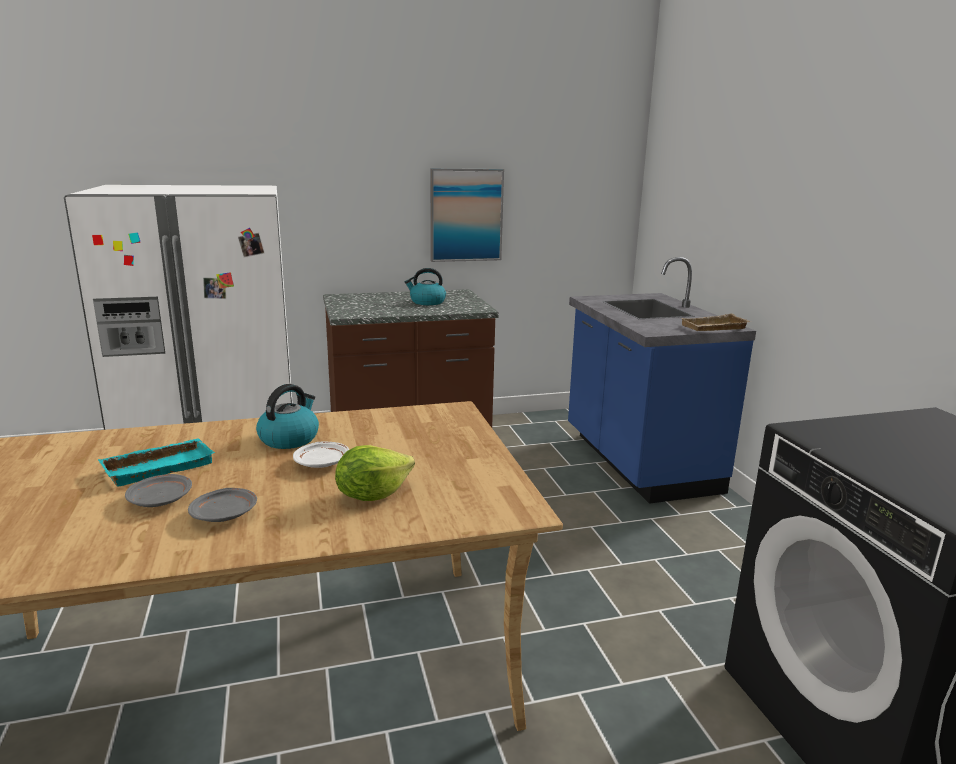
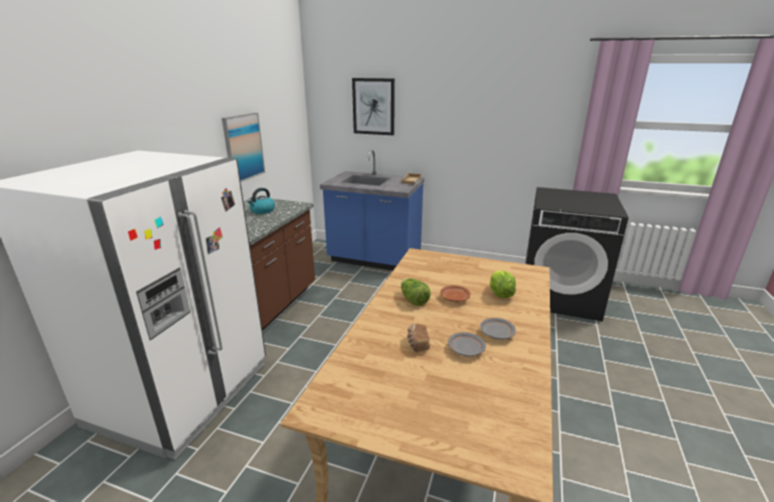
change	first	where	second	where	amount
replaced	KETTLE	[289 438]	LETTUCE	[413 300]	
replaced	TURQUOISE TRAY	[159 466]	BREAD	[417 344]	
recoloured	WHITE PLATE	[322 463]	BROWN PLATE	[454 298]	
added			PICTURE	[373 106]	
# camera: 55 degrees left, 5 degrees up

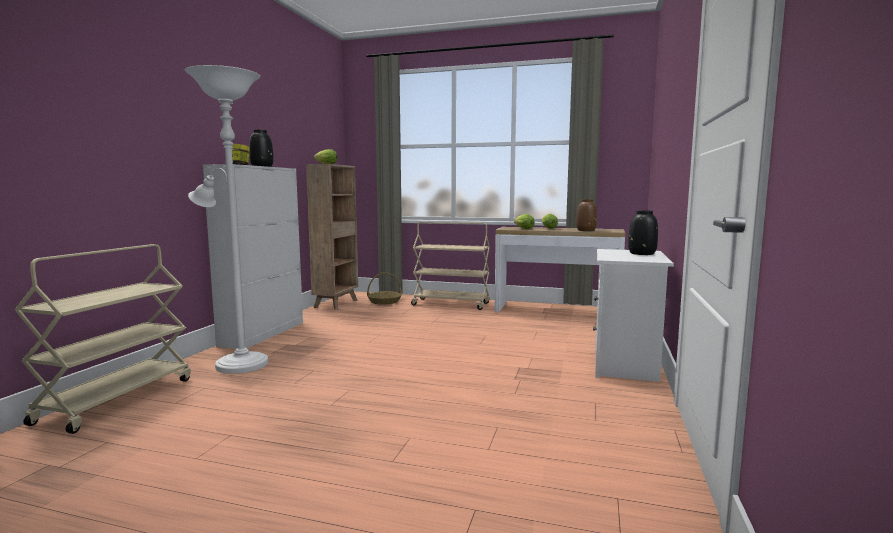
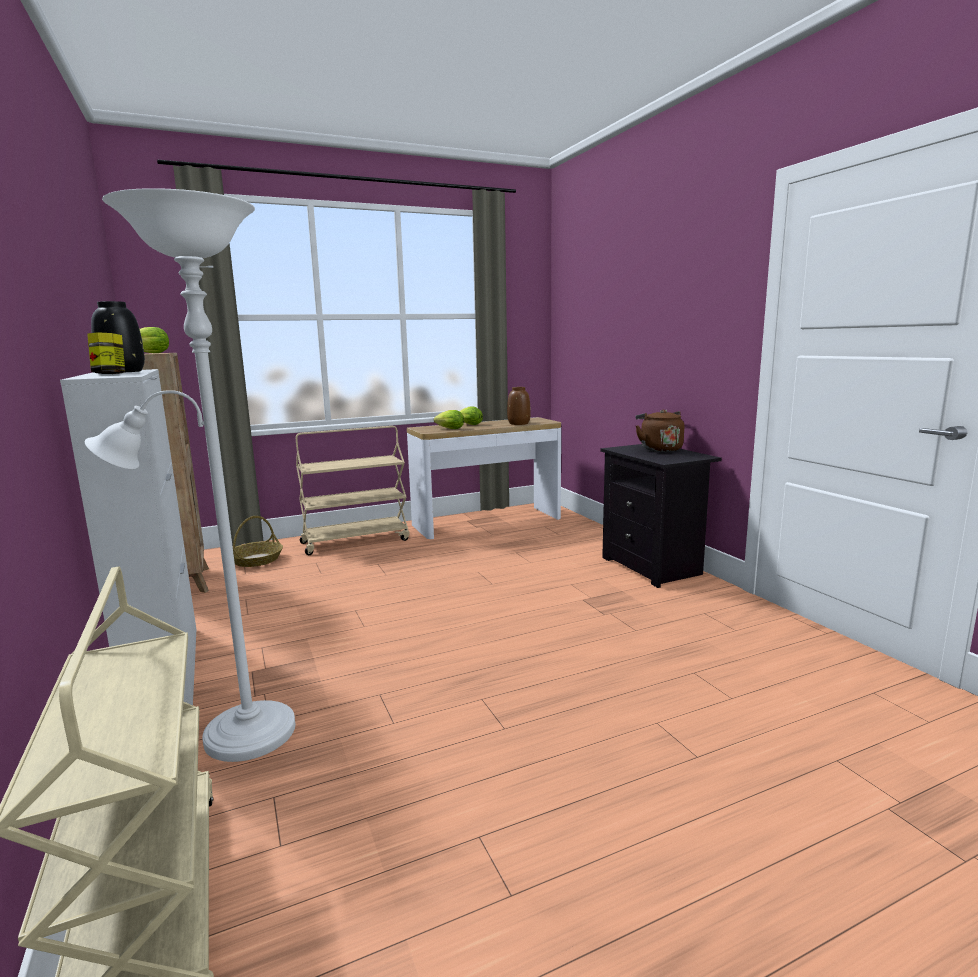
change	first	where	second	where	amount
replaced	BLACK VASE	[642 253]	BROWN KETTLE	[659 449]	
recoloured	WHITE NIGHTSTAND	[625 366]	BLACK NIGHTSTAND	[653 567]	
# camera: 40 degrees left, 5 degrees up

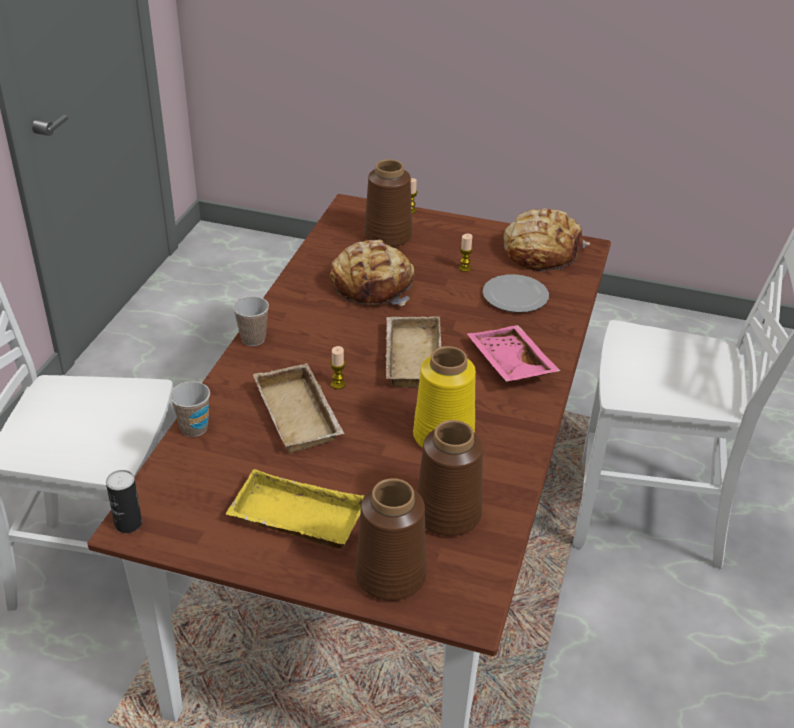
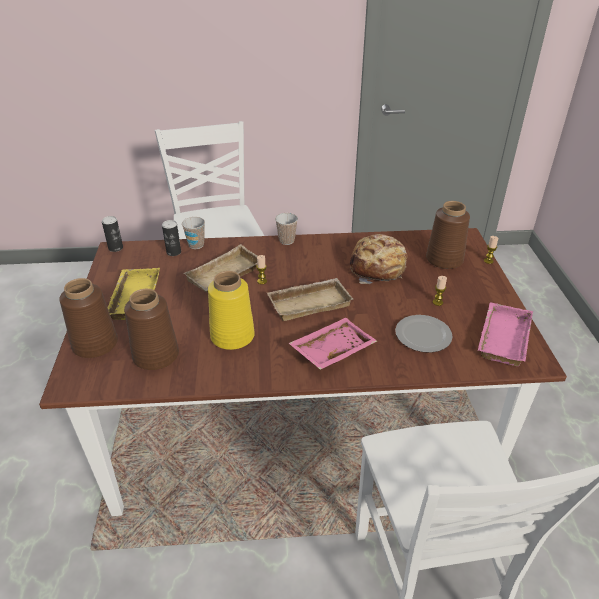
change	first	where	second	where	amount
replaced	BREAD	[541 252]	PINK TRAY	[501 337]	
added			CAN	[174 252]	
# camera: 70 degrees right, 0 degrees up

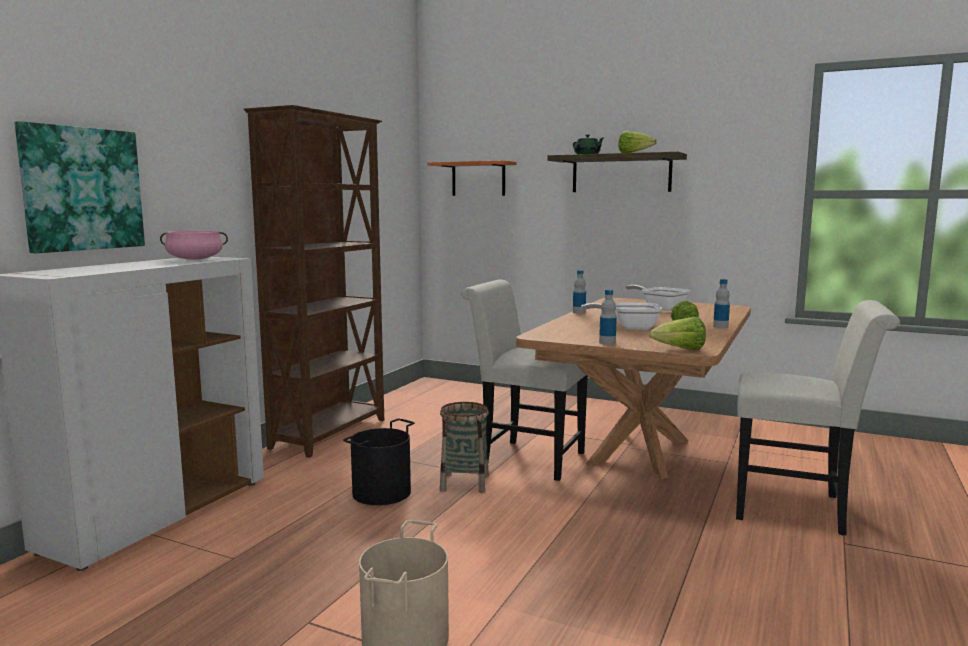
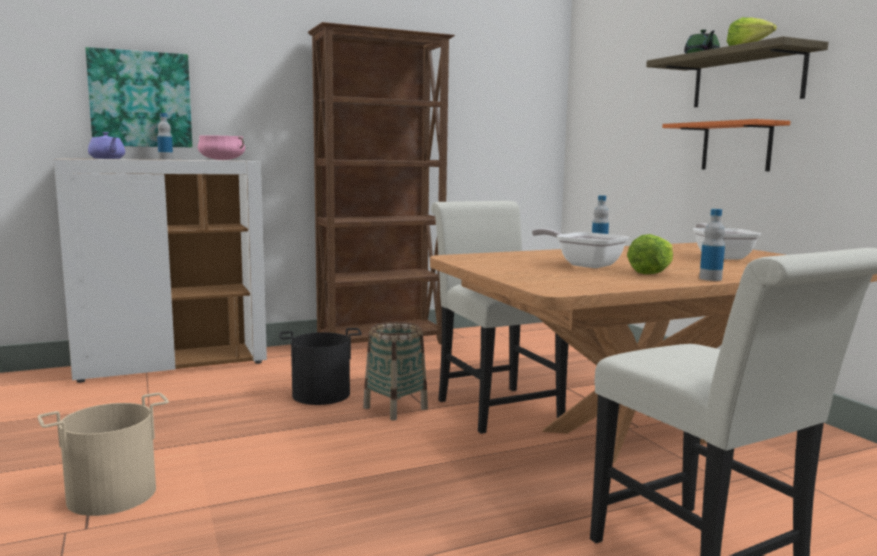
change	first	where	second	where	amount
moved	ORANGE SHELF	[478 179]		[736 146]	
moved	BOTTLE	[607 343]		[165 159]	
removed	LETTUCE	[680 350]			
added			PURPLE TEAPOT	[107 158]	
# camera: 40 degrees right, 0 degrees up

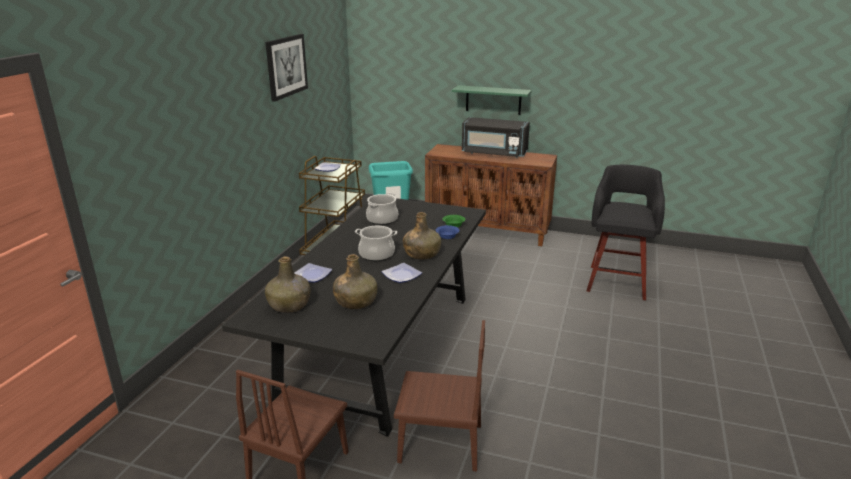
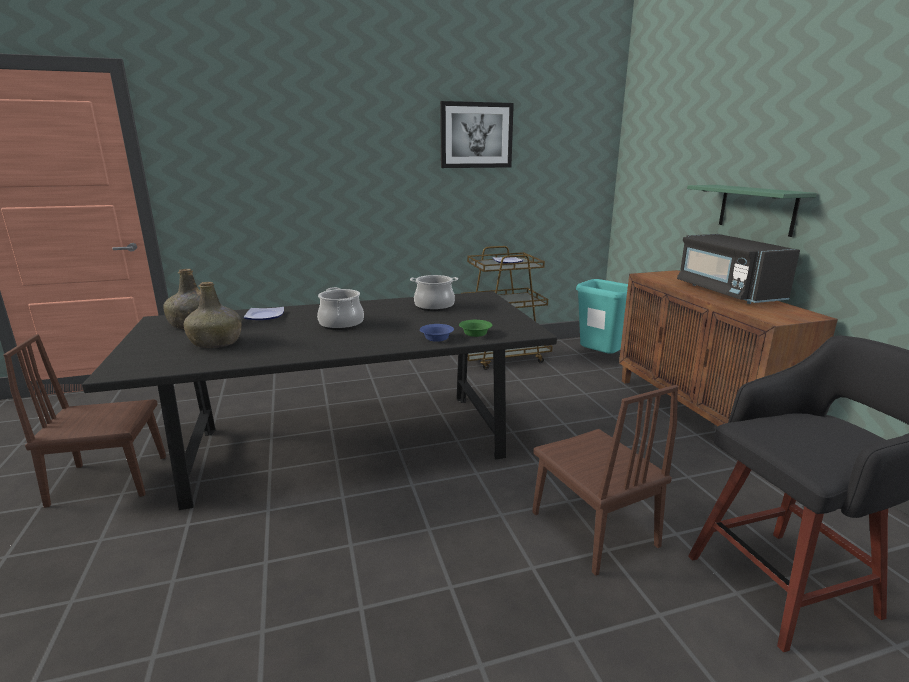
change	first	where	second	where	amount
removed	GREEN BOTTLE	[422 254]			
removed	PLATE	[401 275]			
moved	BROWN CHAIR	[440 443]		[593 529]	
# camera: 55 degrees right, 5 degrees down

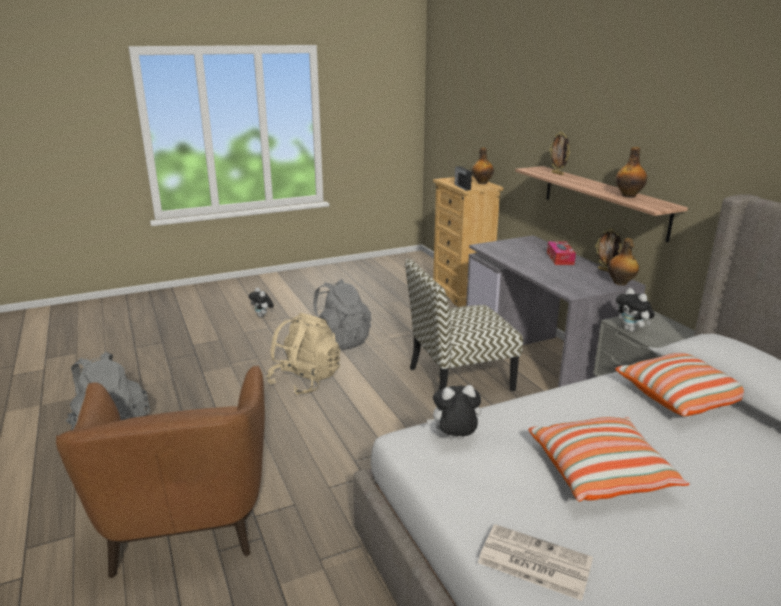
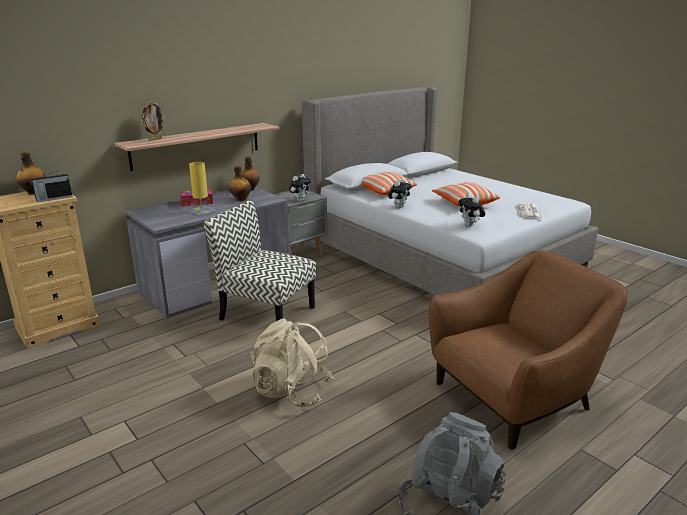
change	first	where	second	where	amount
moved	BOTTLE	[629 196]		[241 199]	
removed	PICTURE FRAME	[606 270]			
turned	CHAIR	[459 379]		[265 313]	150 degrees clockwise
removed	GREY BACKPACK	[340 340]			
moved	PLUSH TOY	[262 316]		[399 207]	
added			YELLOW TABLE LAMP	[201 211]	
# camera: 105 degrees left, 0 degrees up

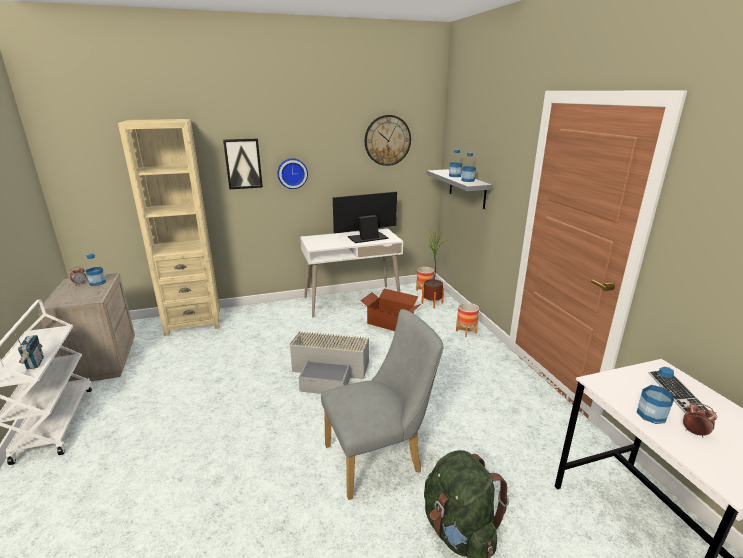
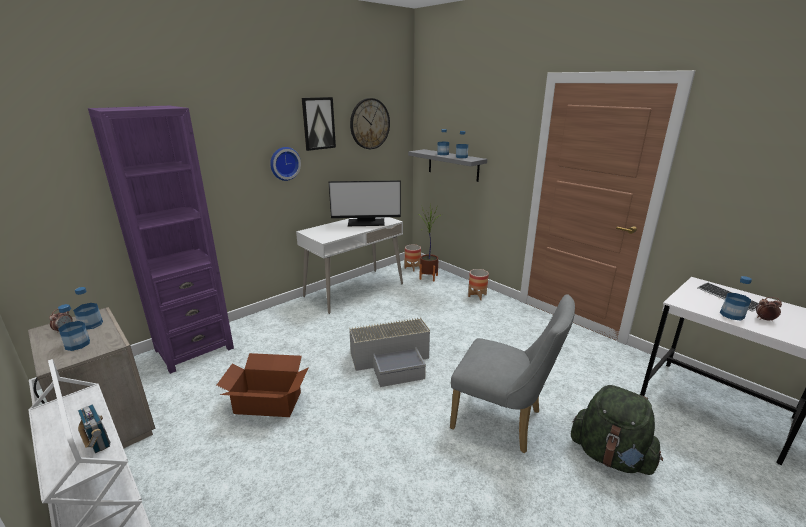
change	first	where	second	where	amount
recoloured	BEIGE BOOKCASE	[193 321]	PURPLE BOOKCASE	[194 349]	
moved	PICTURE	[243 163]		[318 123]	
turned	MONITOR	[367 237]		[366 223]	135 degrees counterclockwise
moved	CARDBOARD BOX	[390 322]		[268 402]	
turned	GREY CHAIR	[379 457]		[503 421]	75 degrees clockwise
added			BOTTLE	[77 344]	
# camera: 25 degrees left, 0 degrees up

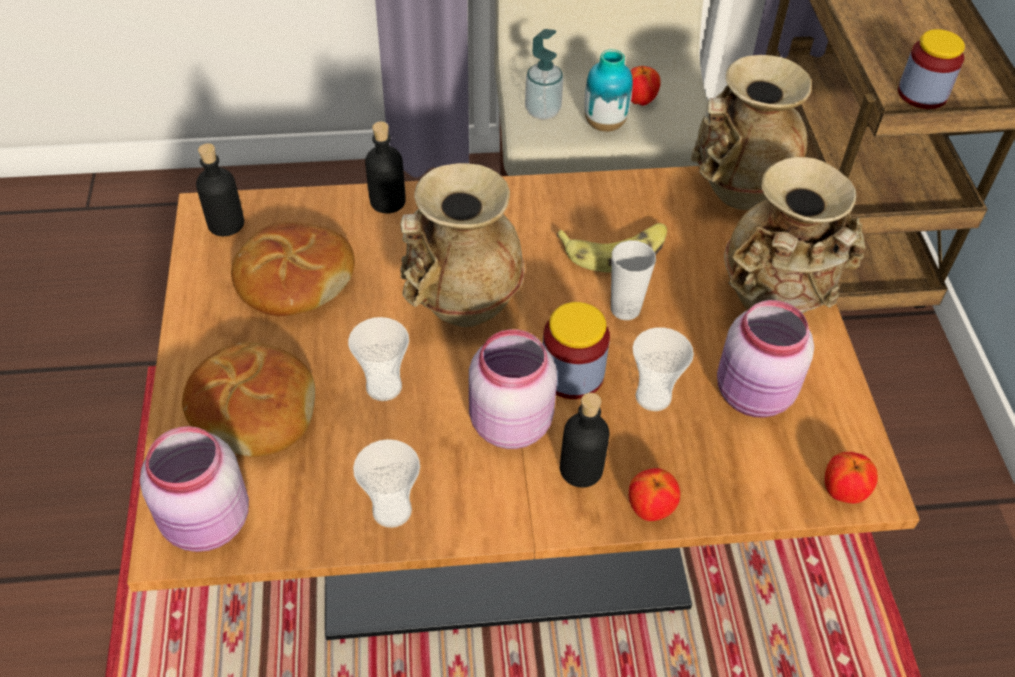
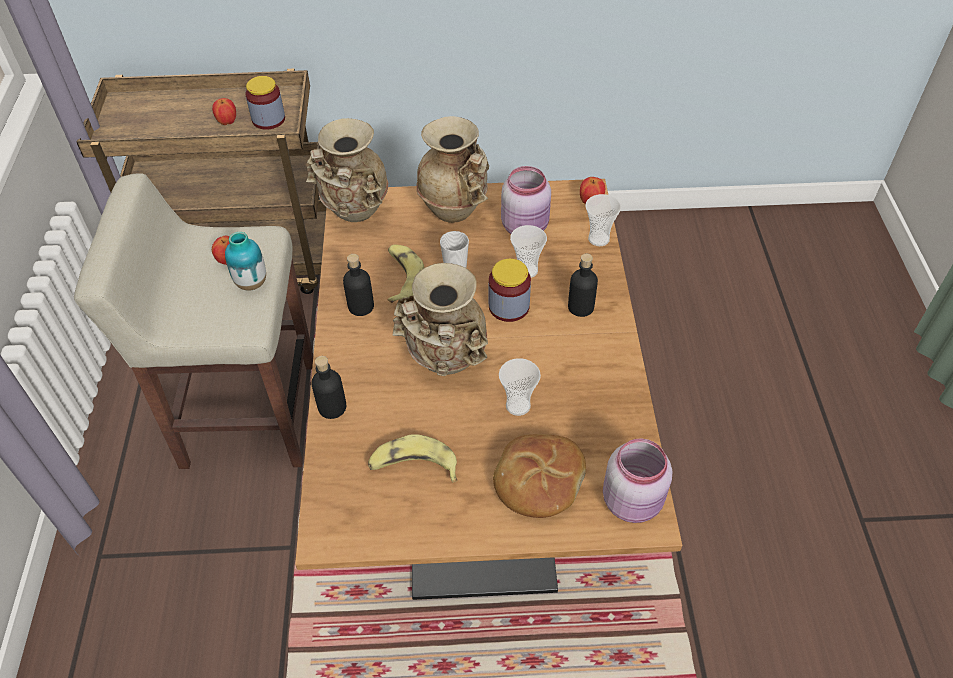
change	first	where	second	where	amount
removed	SOAP DISPENSER	[542 111]			
moved	BLACK BOTTLE	[226 223]		[361 306]	
replaced	BREAD	[293 281]	BANANA	[413 466]	
removed	PINK JAR	[508 424]			
moved	CUP	[392 510]		[598 239]	
moved	APPLE	[650 509]		[227 122]	
# camera: 85 degrees left, 0 degrees up

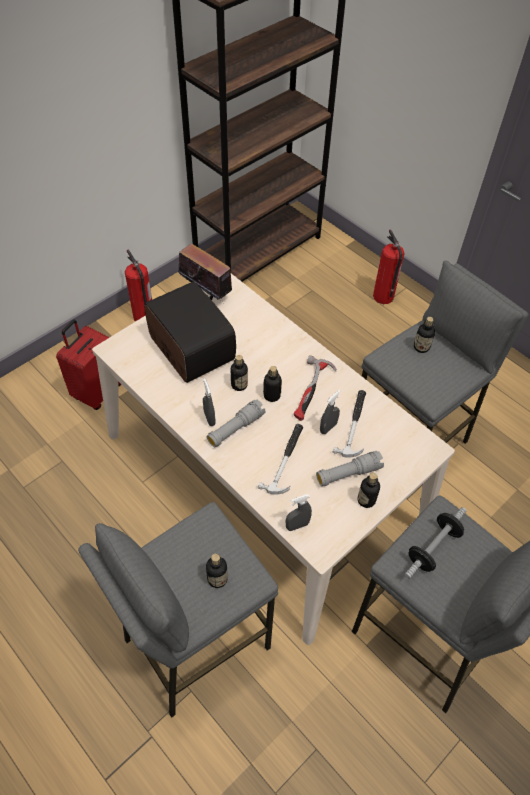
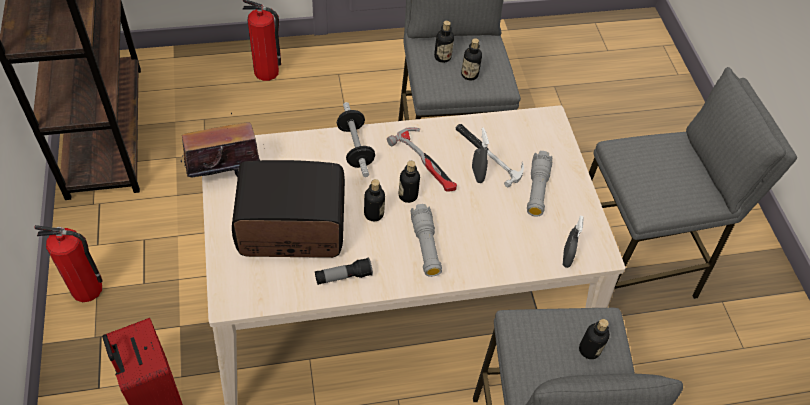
change	first	where	second	where	amount
removed	GREY SPRAY BOTTLE	[209 418]			
removed	HAMMER	[286 460]			
moved	BOTTLE	[366 500]		[469 74]	
moved	DUMBBELL	[433 548]		[355 147]	
added			FLASHLIGHT	[343 276]	
# camera: 60 degrees left, 0 degrees up

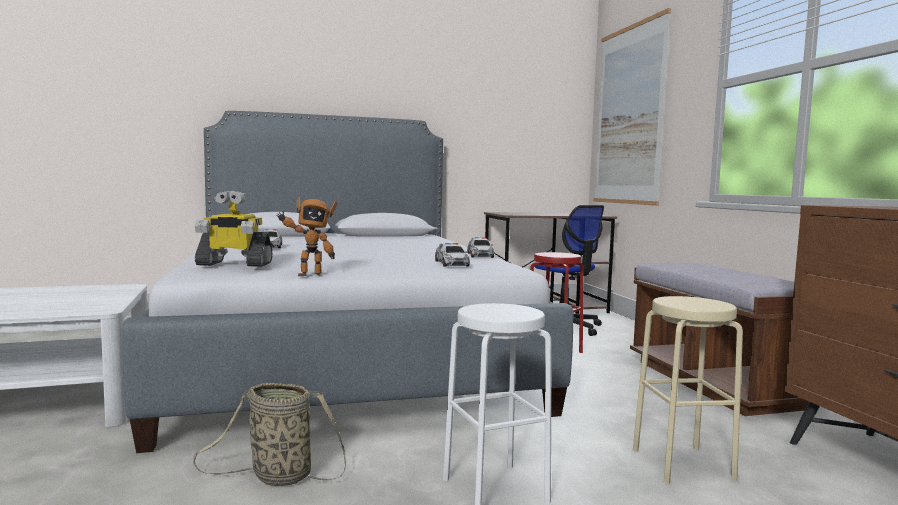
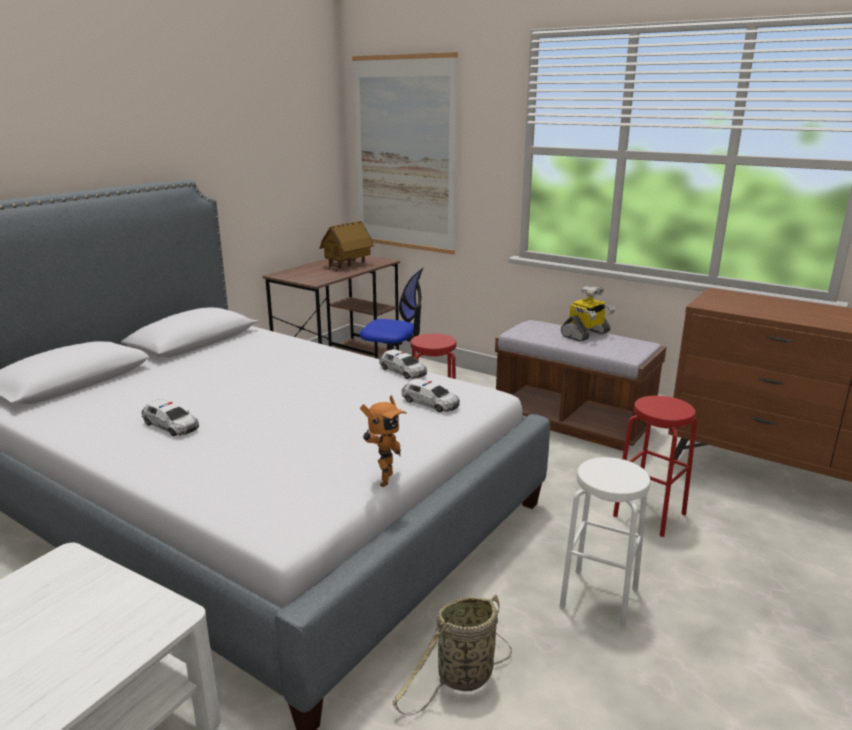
change	first	where	second	where	amount
moved	TOY ROBOT	[234 264]		[585 334]	
recoloured	BEIGE STOOL	[682 464]	RED STOOL	[649 515]	
added			TOY HOUSE	[347 265]	
# camera: 40 degrees left, 15 degrees up

